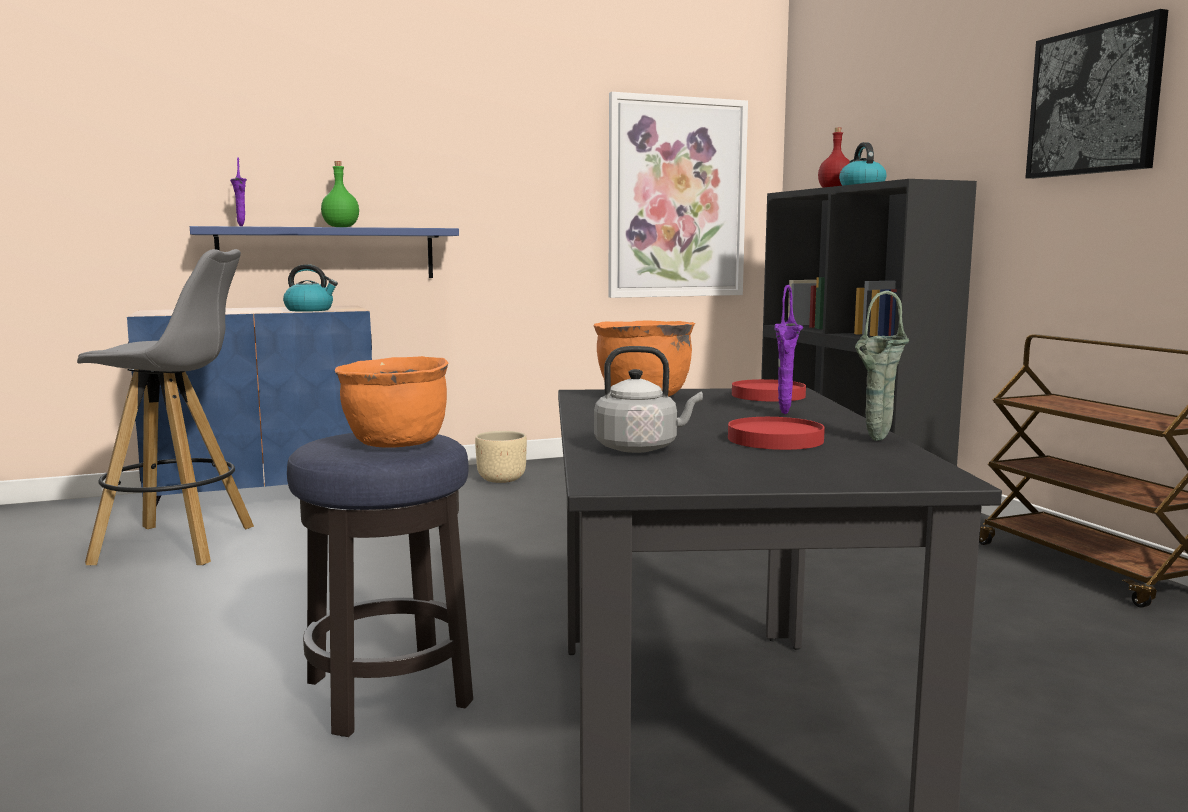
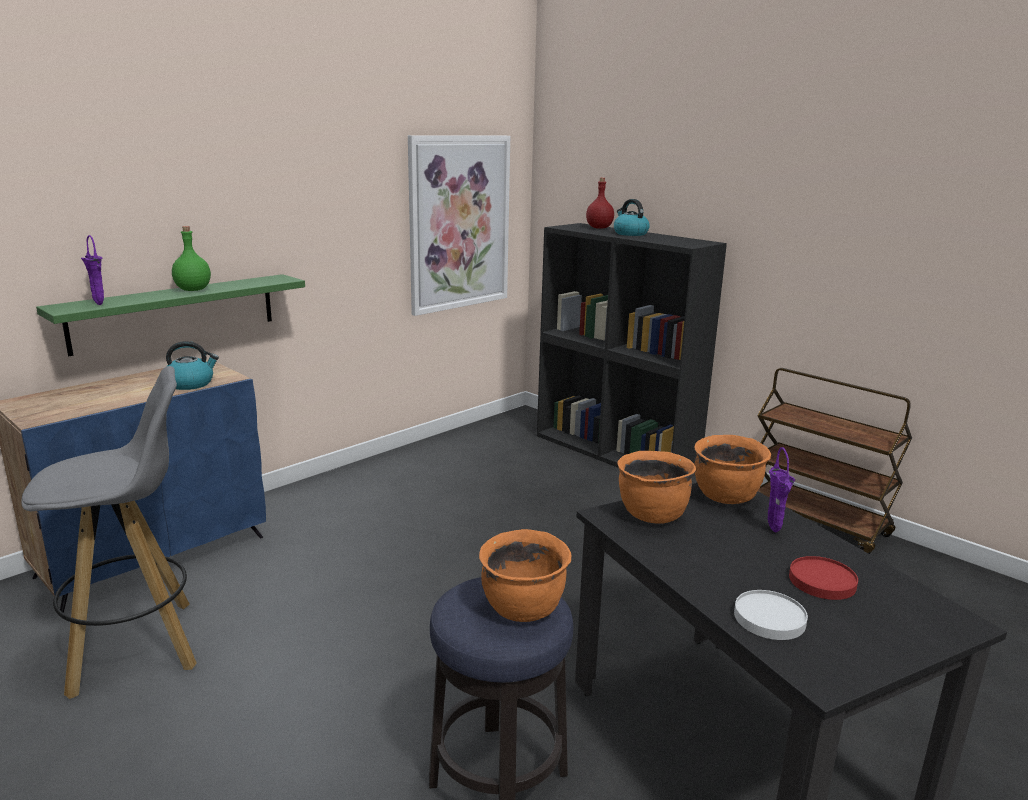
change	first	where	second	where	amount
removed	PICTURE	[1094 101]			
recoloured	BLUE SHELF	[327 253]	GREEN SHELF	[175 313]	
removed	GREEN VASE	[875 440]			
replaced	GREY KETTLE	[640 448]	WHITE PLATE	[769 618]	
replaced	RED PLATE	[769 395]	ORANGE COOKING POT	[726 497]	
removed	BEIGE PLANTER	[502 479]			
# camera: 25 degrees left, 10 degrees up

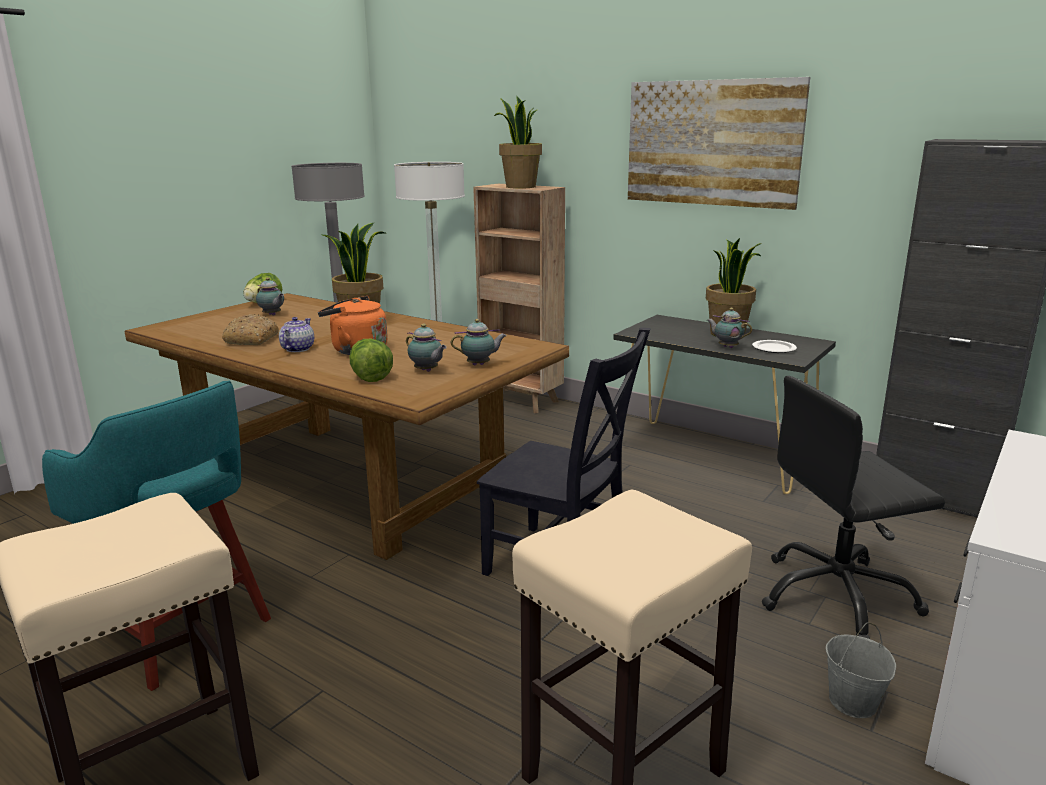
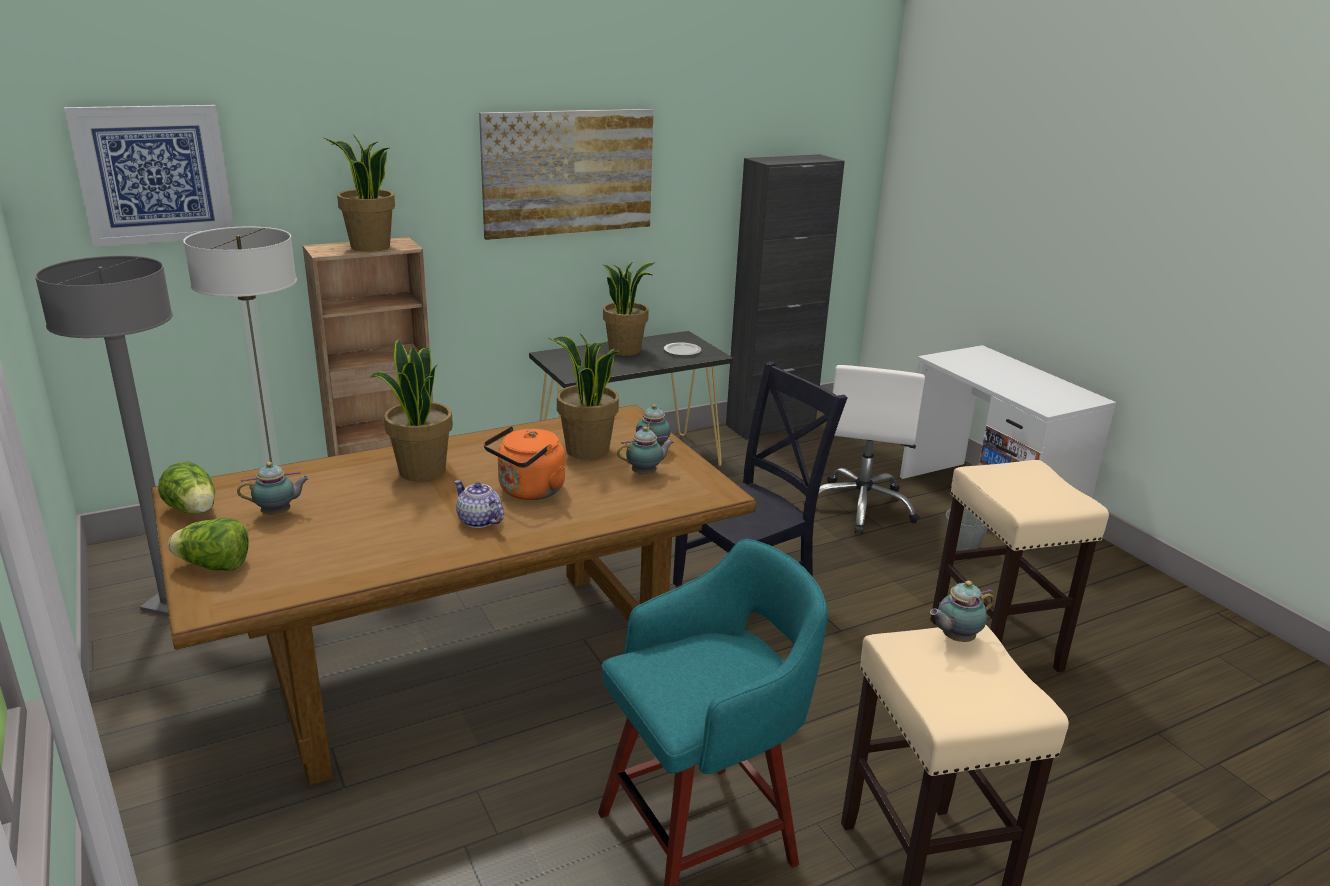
change	first	where	second	where	amount
moved	TEAPOT	[726 347]		[955 638]	
removed	BREAD	[252 339]			
moved	LETTUCE	[370 377]		[214 566]	
recoloured	BLACK OFFICE CHAIR	[837 597]	WHITE OFFICE CHAIR	[861 507]	
added			PICTURE	[154 175]	
added			POTTED PLANT	[587 451]	
# camera: 65 degrees left, 5 degrees up

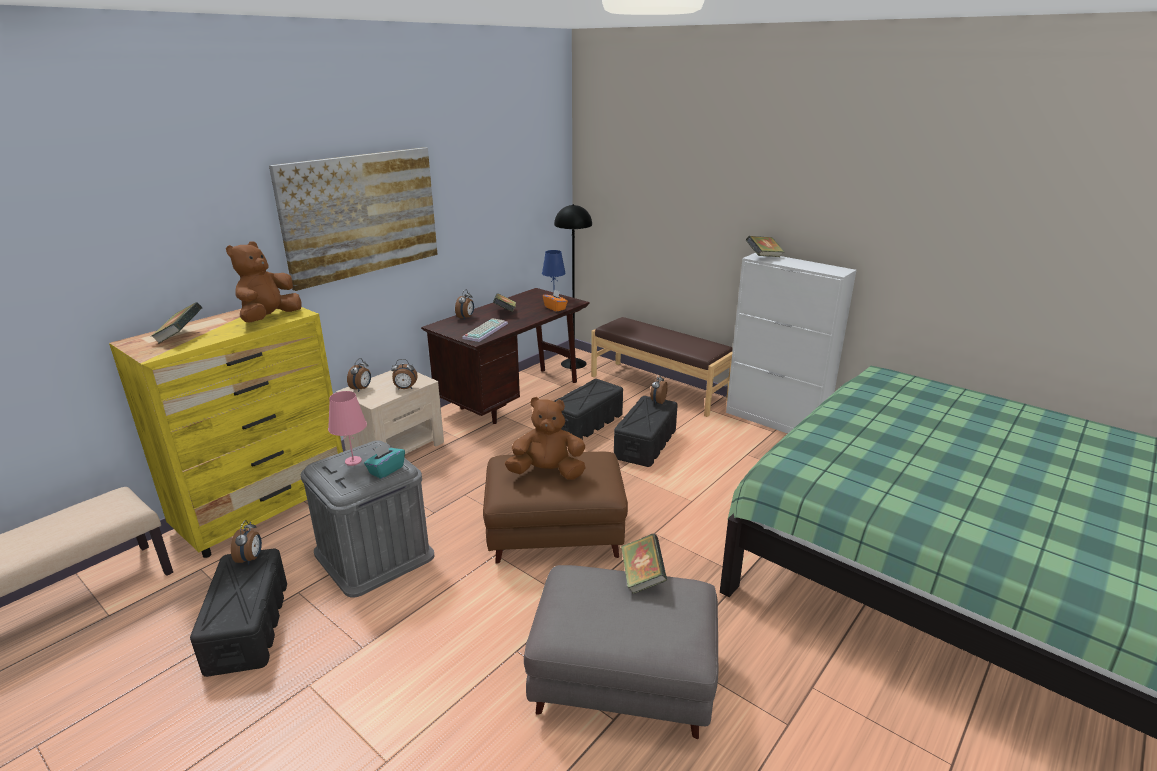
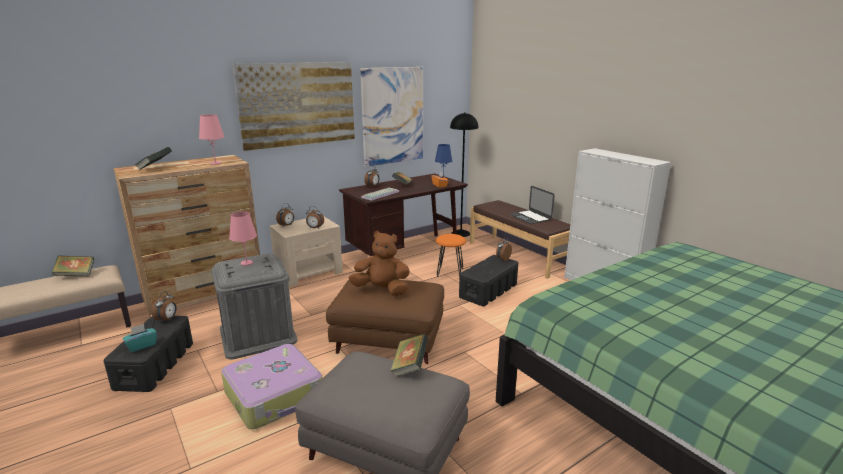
change	first	where	second	where	amount
moved	BOOK	[763 257]		[76 275]	
replaced	BROWN PLUSH TOY	[269 318]	PINK TABLE LAMP	[215 163]	
recoloured	YELLOW DRESSER	[265 509]	BROWN DRESSER	[206 297]	
replaced	BLACK STORAGE BOX	[586 423]	ORANGE STOOL	[450 272]	
moved	TURQUOISE TISSUE BOX	[386 470]		[142 345]	
added			PICTURE	[392 116]	
added			LAPTOP	[530 217]	
added			SUITCASE	[275 395]	
# camera: 15 degrees right, 5 degrees down

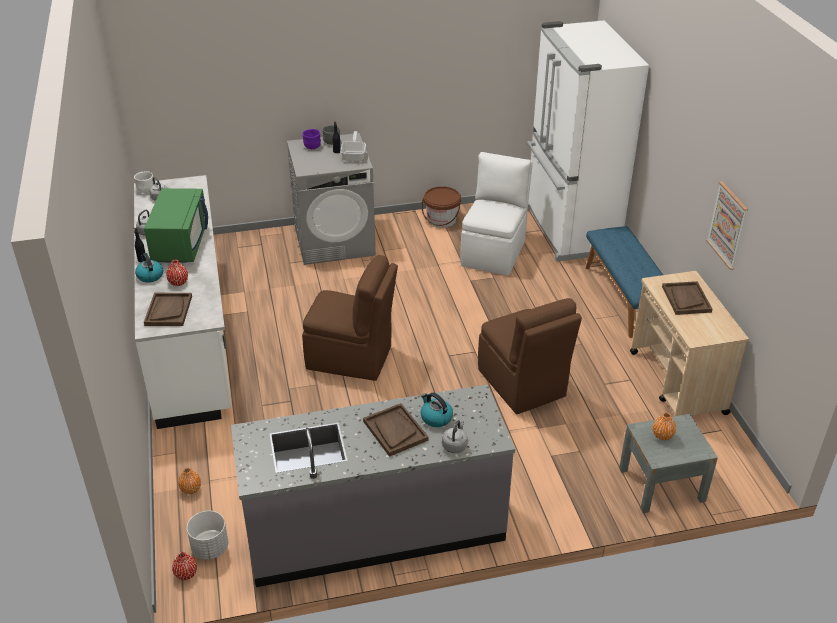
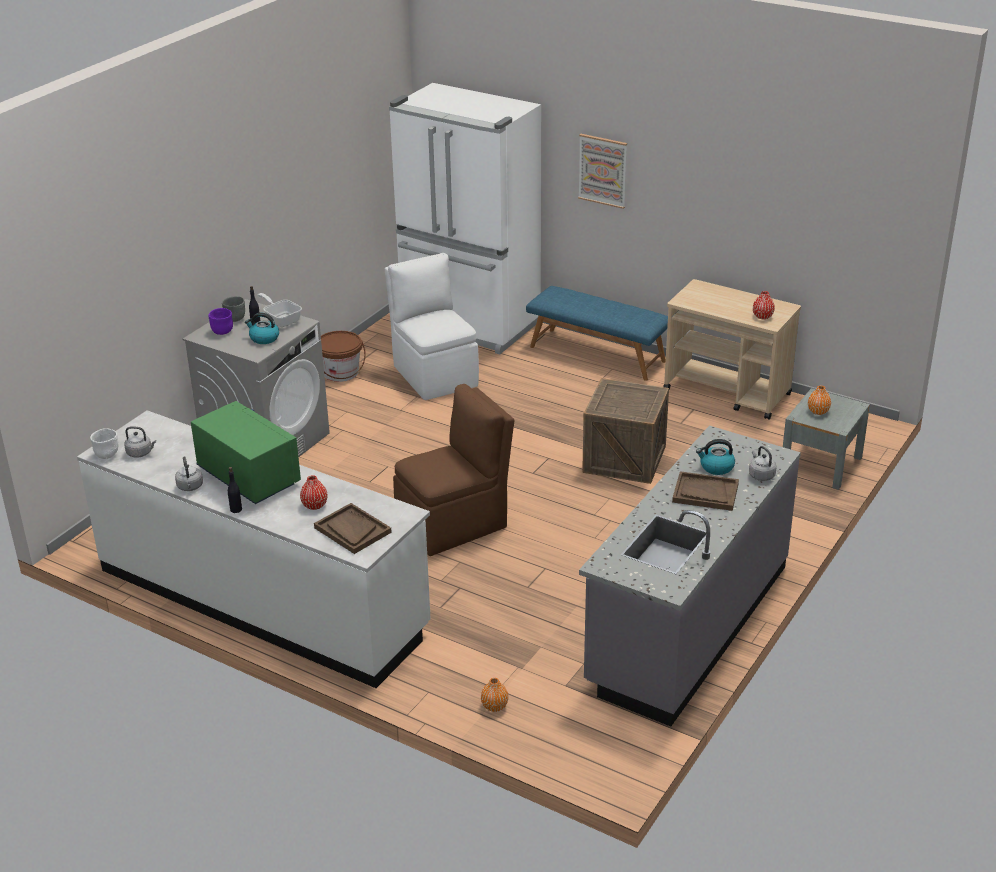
change	first	where	second	where	amount
moved	PICTURE	[728 225]		[603 170]	
moved	KETTLE	[150 276]		[264 338]	
removed	BROWN TRAY	[686 299]			
replaced	BROWN CHAIR	[522 384]	CRATE	[624 459]	
removed	WHITE PLANTER	[210 548]			
moved	RED VASE	[186 574]		[762 316]	
# camera: 45 degrees left, 5 degrees down

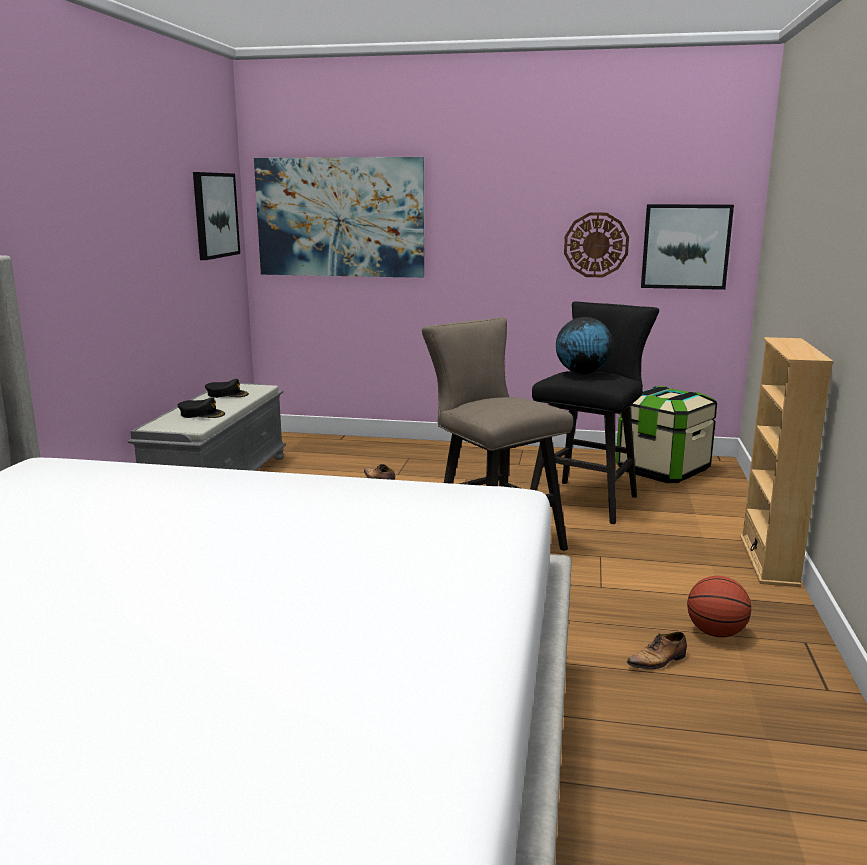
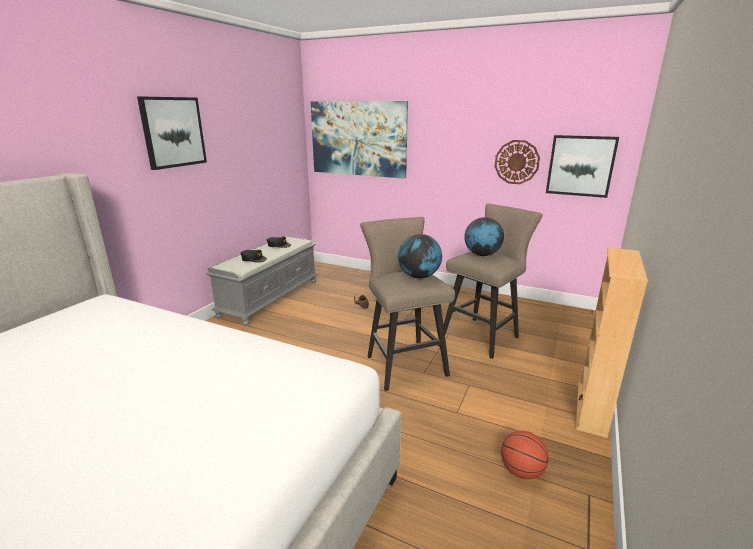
change	first	where	second	where	amount
moved	PICTURE	[215 215]		[173 132]	
recoloured	BLACK STOOL	[588 499]	BEIGE STOOL	[484 335]	
removed	STORAGE BOX	[662 470]			
removed	SHOE	[658 661]			
added			GLOBE	[419 276]	
# camera: 15 degrees right, 5 degrees up

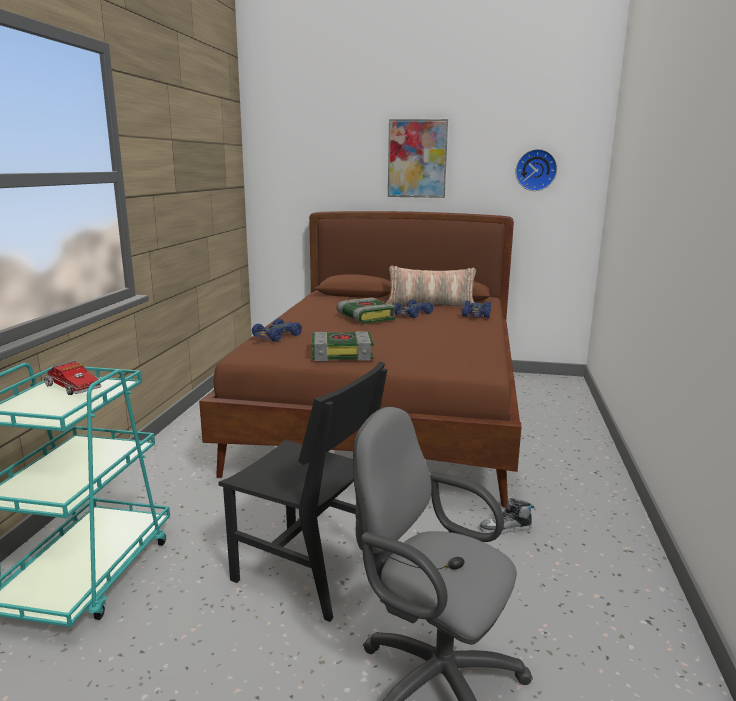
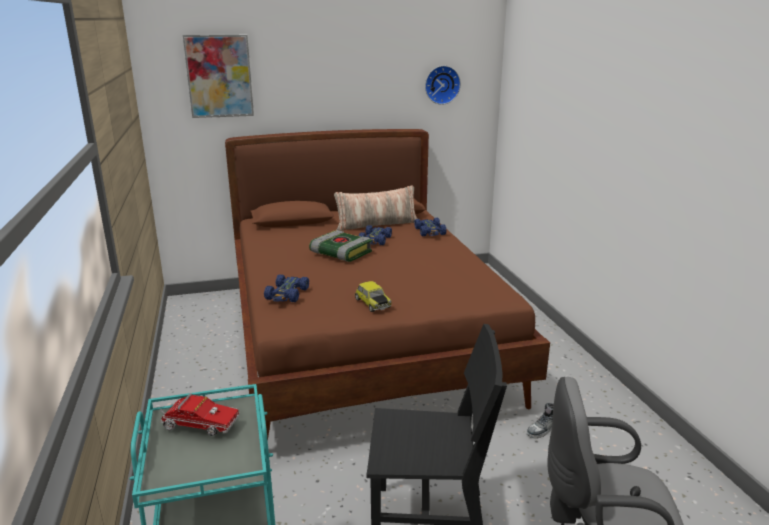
change	first	where	second	where	amount
moved	PICTURE	[417 159]		[219 76]	
replaced	BOOK	[342 353]	TOY CAR	[372 303]	
# camera: 25 degrees left, 5 degrees up

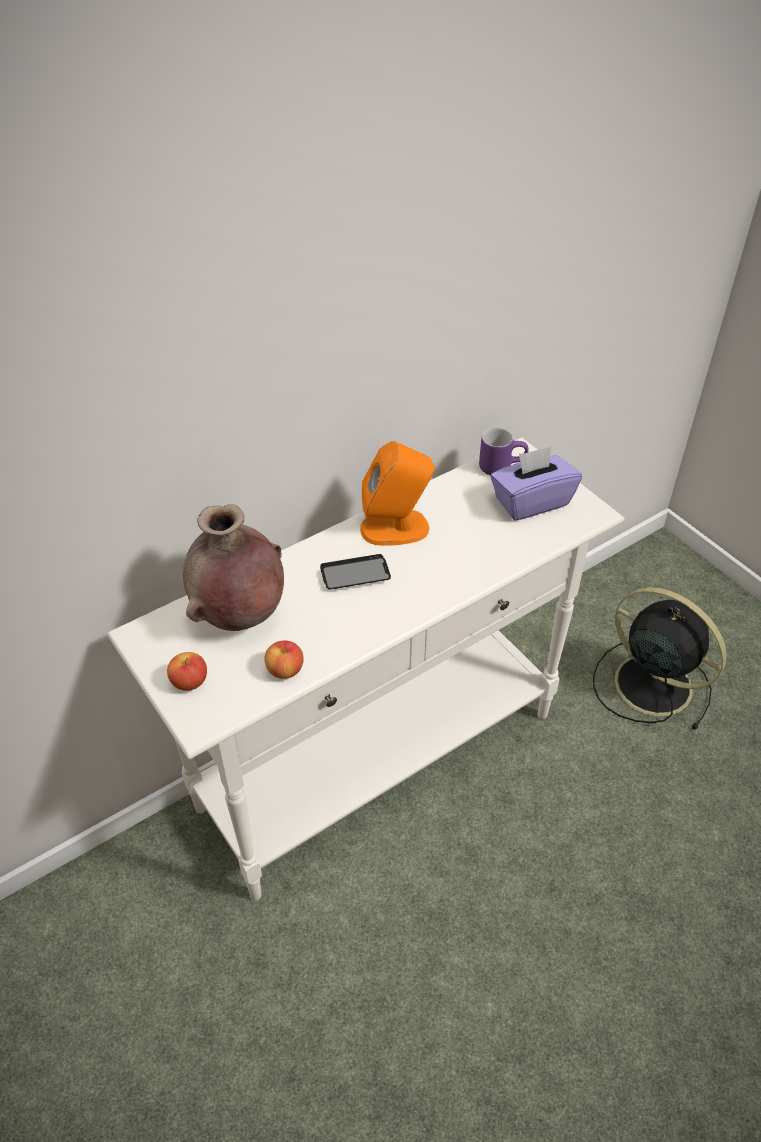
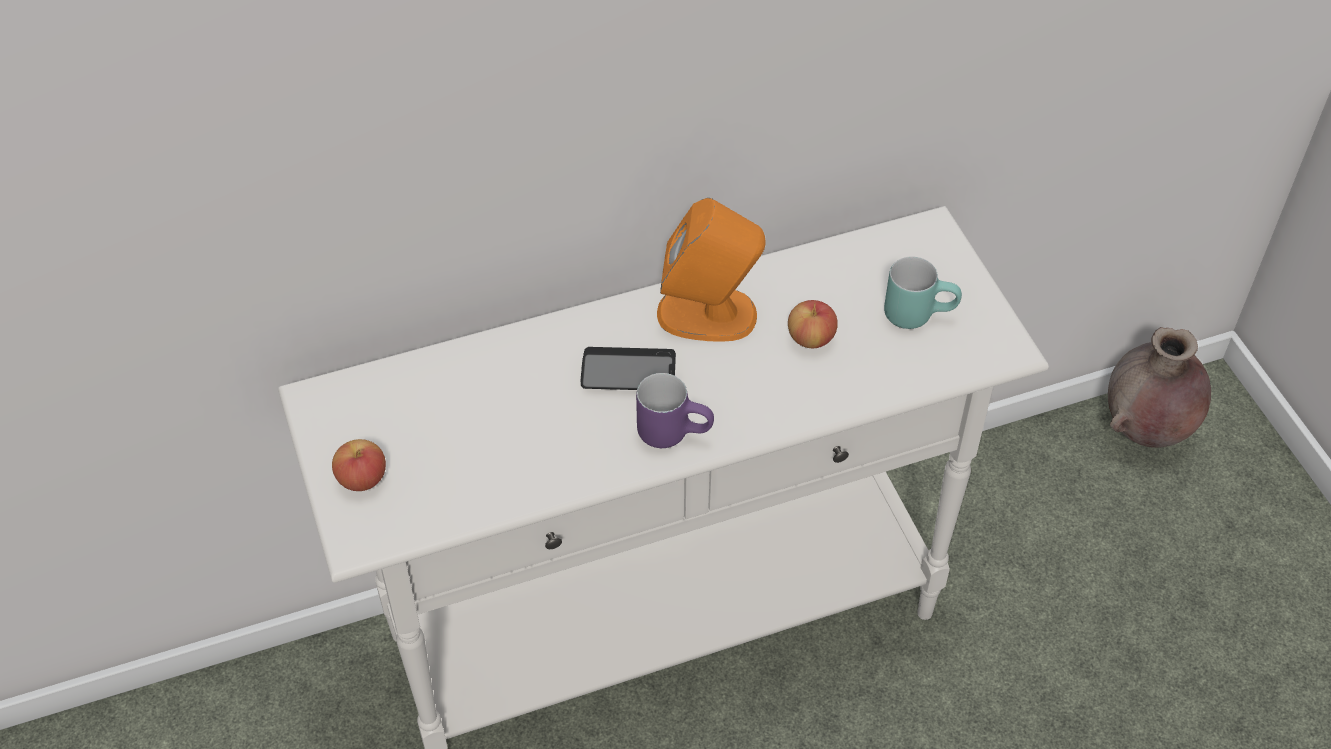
change	first	where	second	where	amount
moved	PURPLE MUG	[501 466]		[674 431]	
replaced	PURPLE TISSUE BOX	[531 501]	TURQUOISE MUG	[918 312]	
moved	BROWN VASE	[240 616]		[1145 430]	
removed	BLACK FAN	[649 683]			
moved	APPLE	[285 670]		[811 338]	
# camera: 15 degrees right, 5 degrees up

